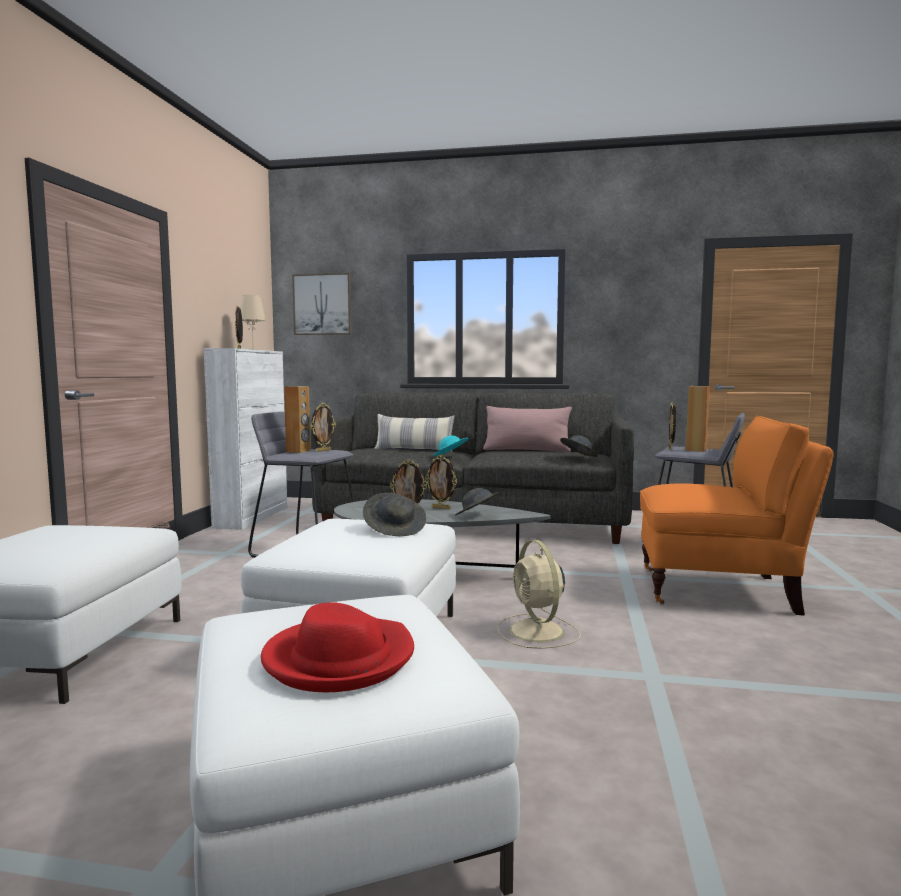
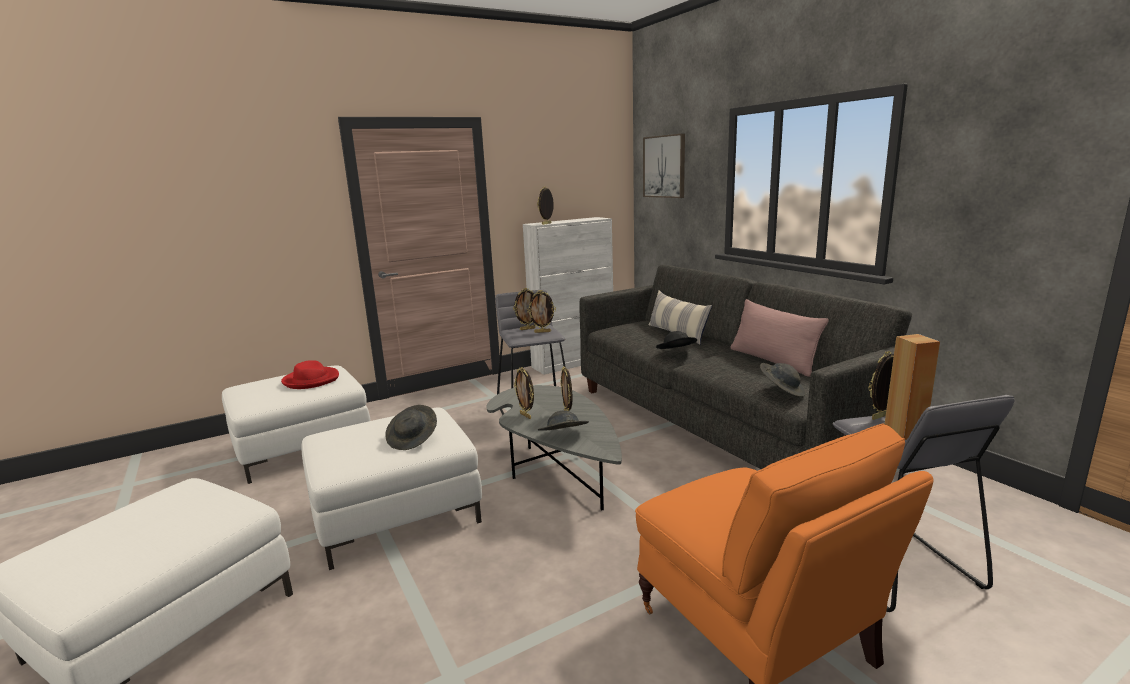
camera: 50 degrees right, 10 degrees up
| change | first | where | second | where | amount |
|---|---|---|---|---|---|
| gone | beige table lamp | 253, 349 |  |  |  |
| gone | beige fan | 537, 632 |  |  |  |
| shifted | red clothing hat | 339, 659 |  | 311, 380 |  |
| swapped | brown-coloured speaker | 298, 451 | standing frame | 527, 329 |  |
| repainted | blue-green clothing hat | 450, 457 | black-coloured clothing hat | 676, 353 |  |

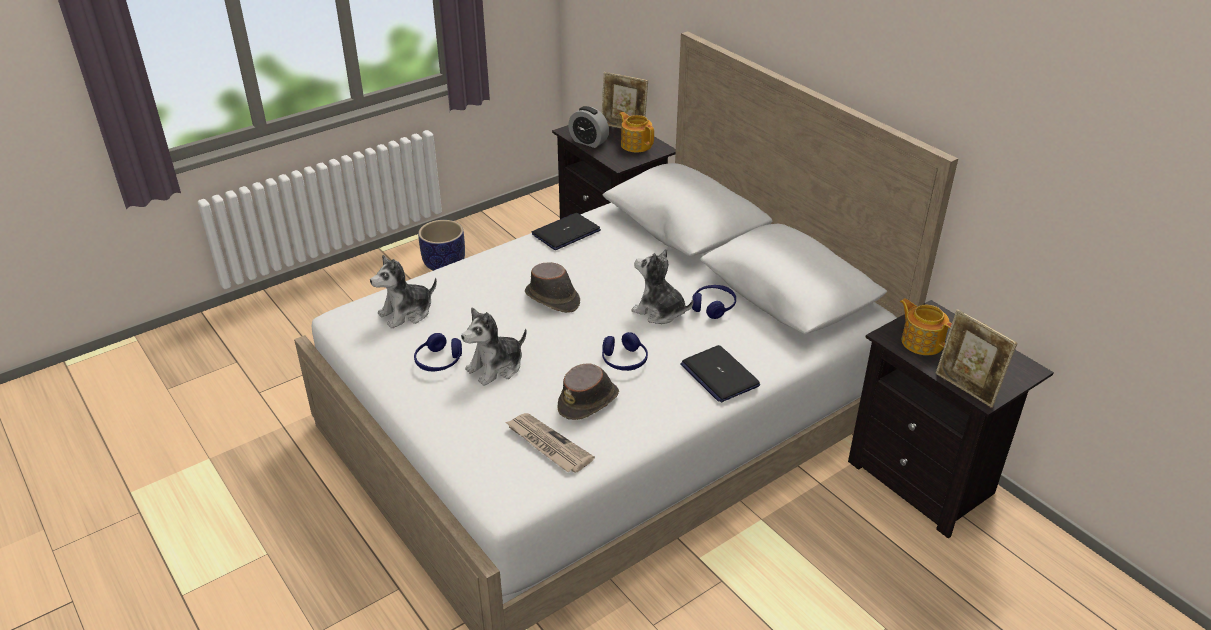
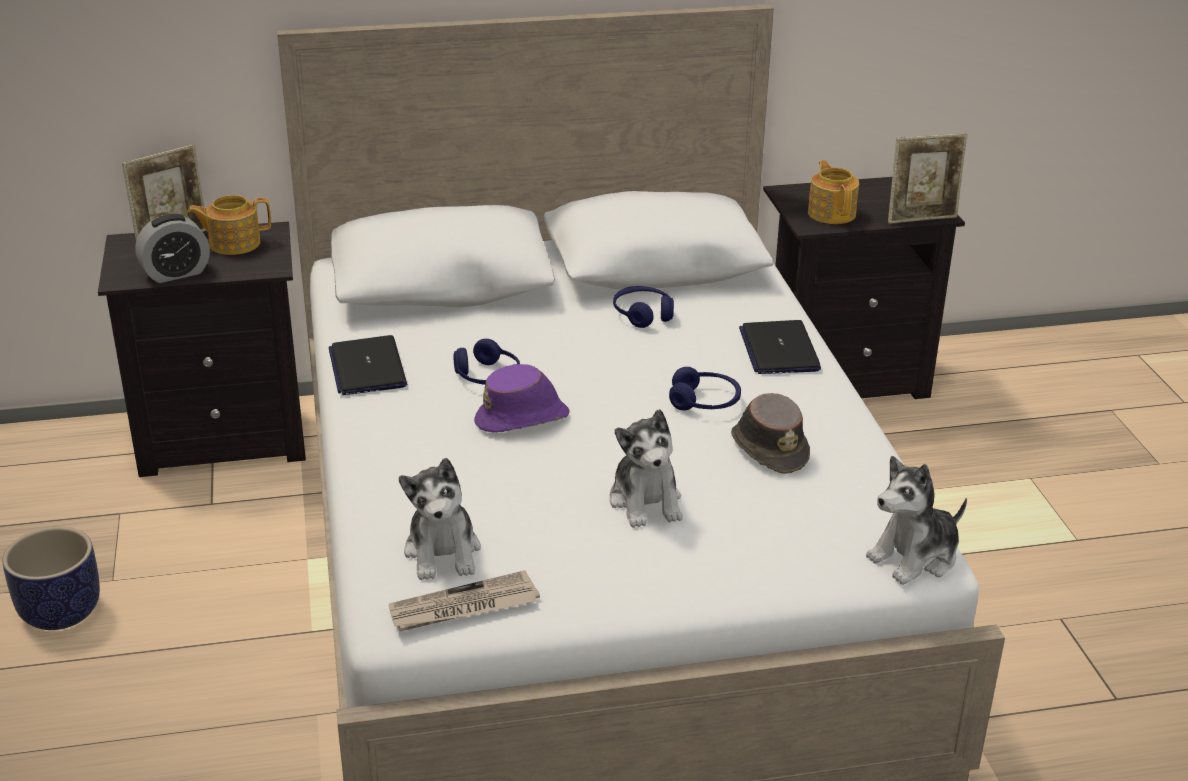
camera: 65 degrees left, 5 degrees down
| change | first | where | second | where | amount |
|---|---|---|---|---|---|
| shifted | blue headset | 439, 361 |  | 487, 377 |  |
| shifted | daily paper | 547, 445 |  | 463, 607 |  |
| shifted | cuddly toy | 659, 311 |  | 915, 557 |  |
| repainted | brown-coloured clothing hat | 552, 299 | purple clothing hat | 523, 419 |  |
| rotated | laptop | 719, 375 |  | 779, 349 | 90 degrees clockwise |
| rotated | tea pot | 921, 341 |  | 832, 213 | 90 degrees clockwise |

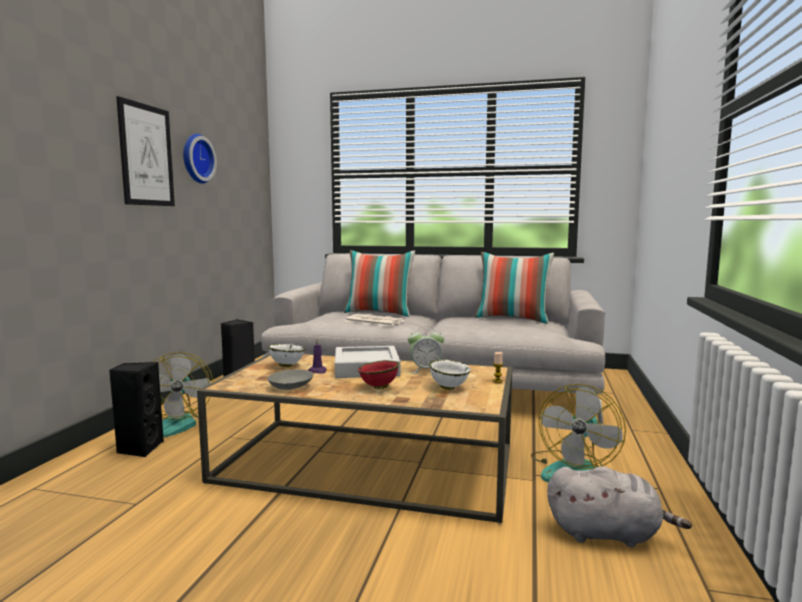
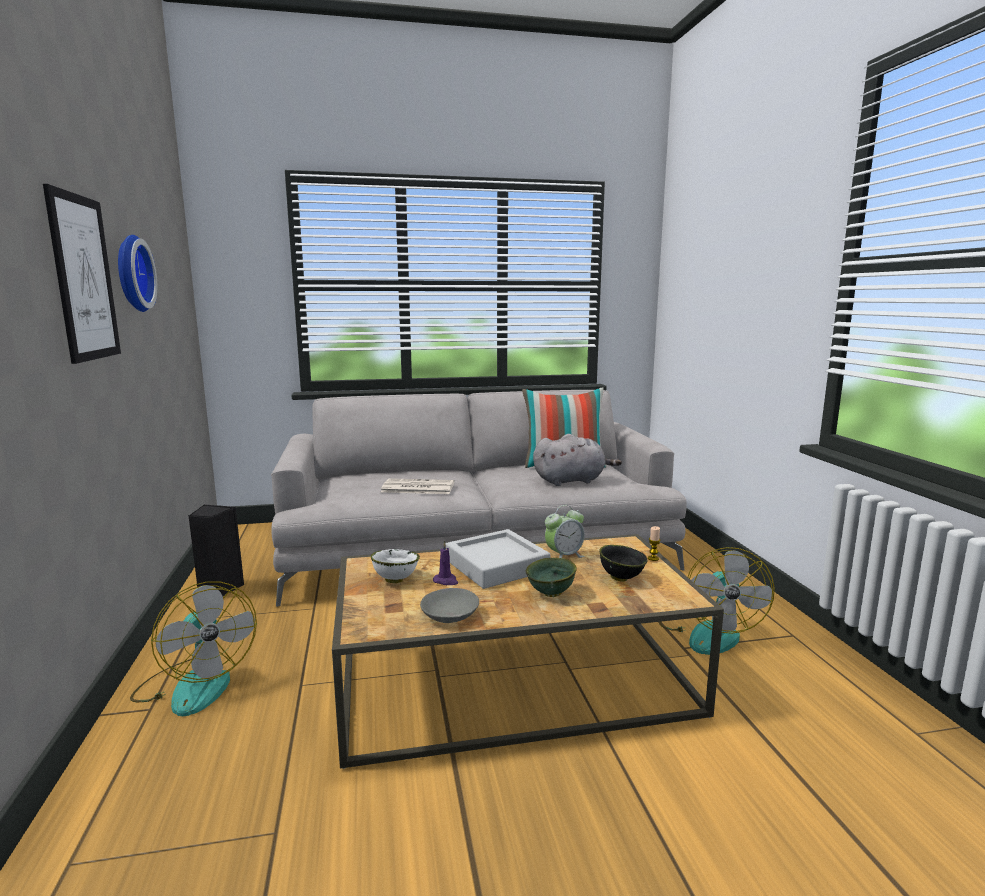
camera: 25 degrees left, 5 degrees up
| change | first | where | second | where | amount |
|---|---|---|---|---|---|
| gone | black-coloured speaker | 139, 448 |  |  |  |
| gone | throw pillow | 379, 313 |  |  |  |
| shifted | grey cuddly toy | 607, 534 |  | 572, 481 |  |
| repainted | red serving bowl | 379, 388 | green serving bowl | 551, 594 |  |
| repainted | white serving bowl | 449, 387 | black-coloured serving bowl | 621, 578 |  |

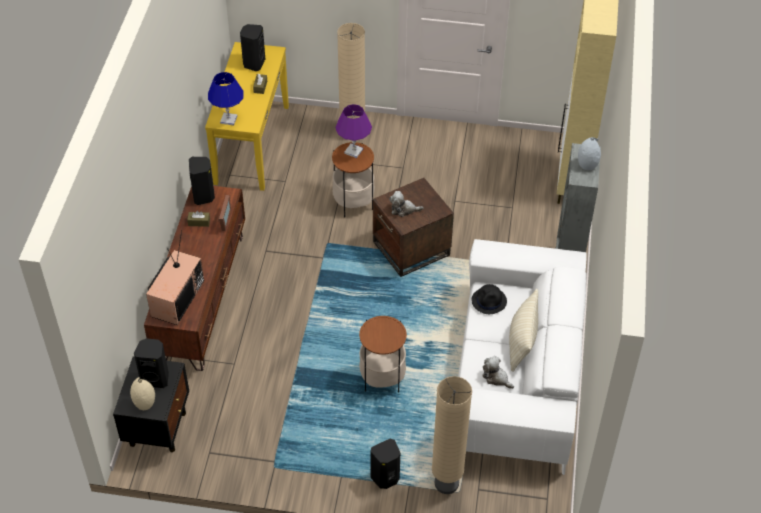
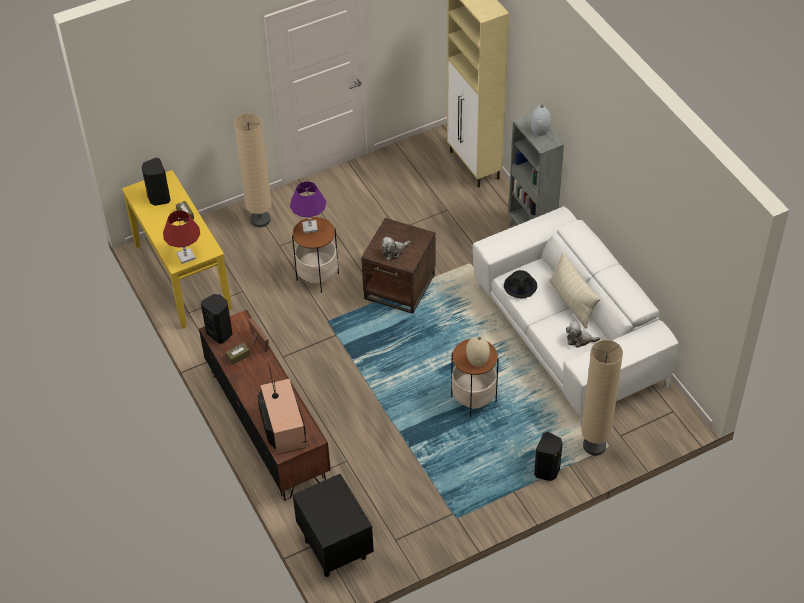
camera: 35 degrees left, 0 degrees up
| change | first | where | second | where | amount |
|---|---|---|---|---|---|
| gone | black-coloured speaker | 156, 378 |  |  |  |
| shifted | beige vase | 144, 403 |  | 478, 361 |  |
| repainted | blue table lamp | 228, 119 | red table lamp | 185, 256 |  |

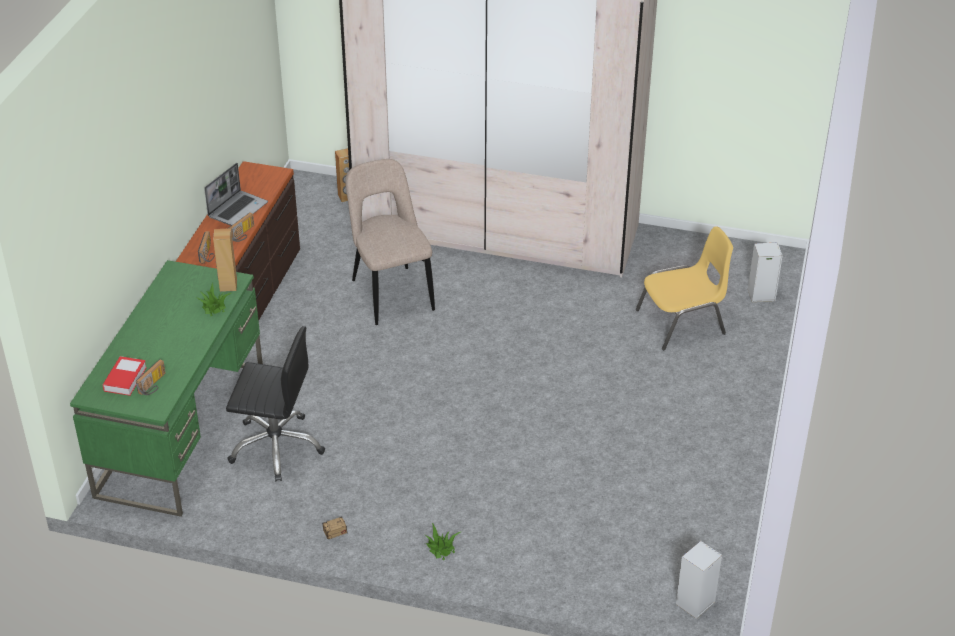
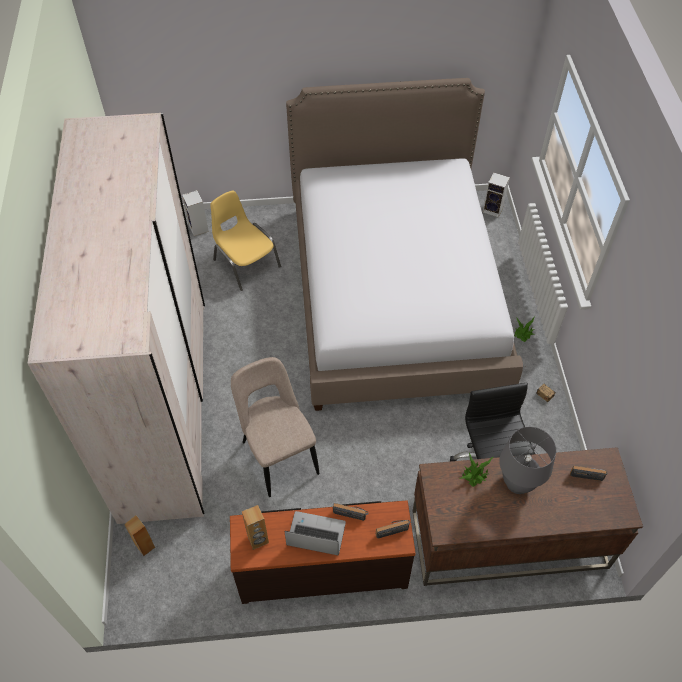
camera: 110 degrees left, 15 degrees up
| change | first | where | second | where | amount |
|---|---|---|---|---|---|
| gone | book | 125, 379 |  |  |  |
| new |  |  | bedroom bed | 395, 294 |  |
| new |  |  | grey table lamp | 518, 482 |  |
| shifted | brown-coloured speaker | 228, 285 |  | 258, 540 |  |
| repainted | green desk | 182, 430 | brown-coloured desk | 507, 539 |  |
| rotated | beige chair | 391, 293 |  | 278, 454 | 105 degrees clockwise |

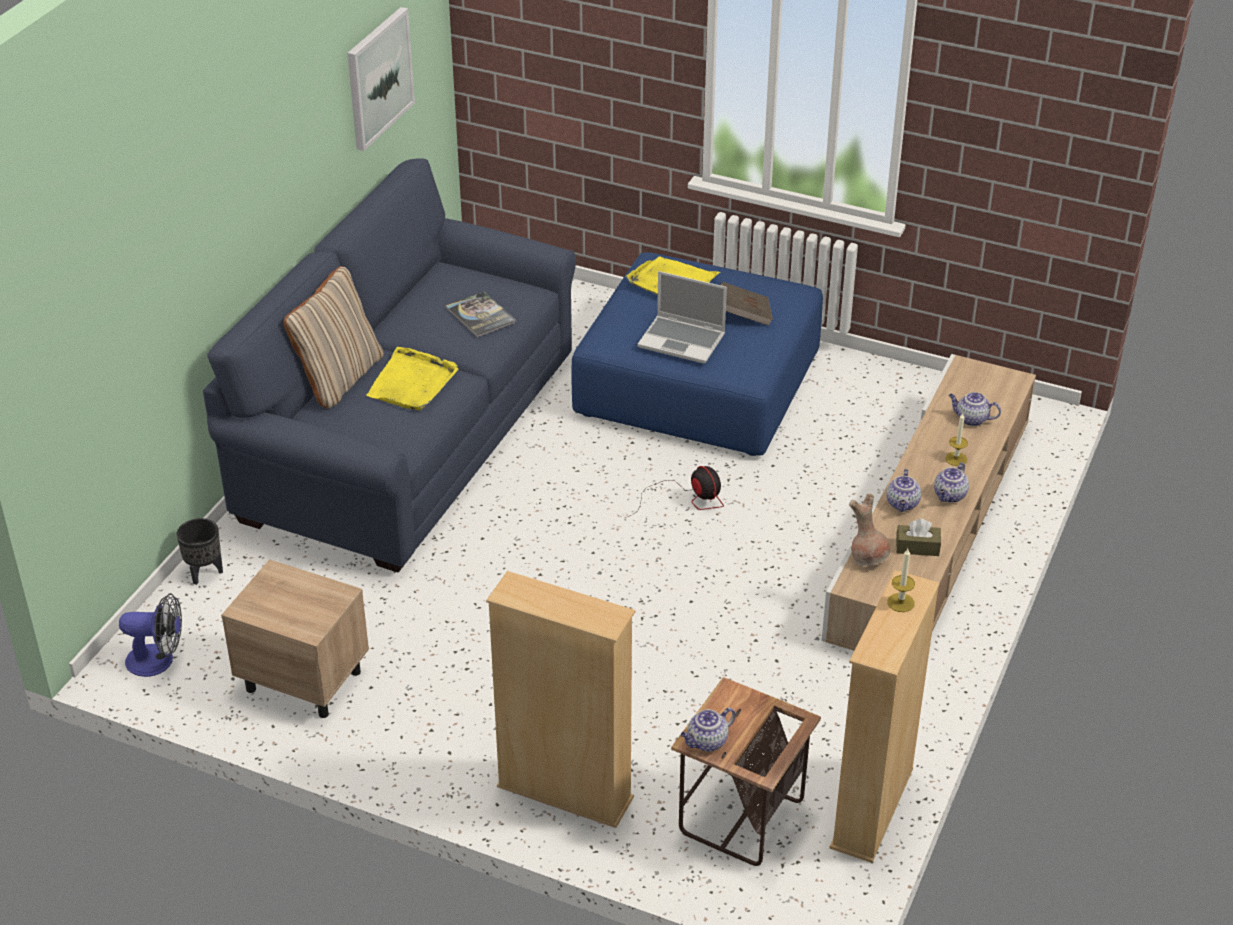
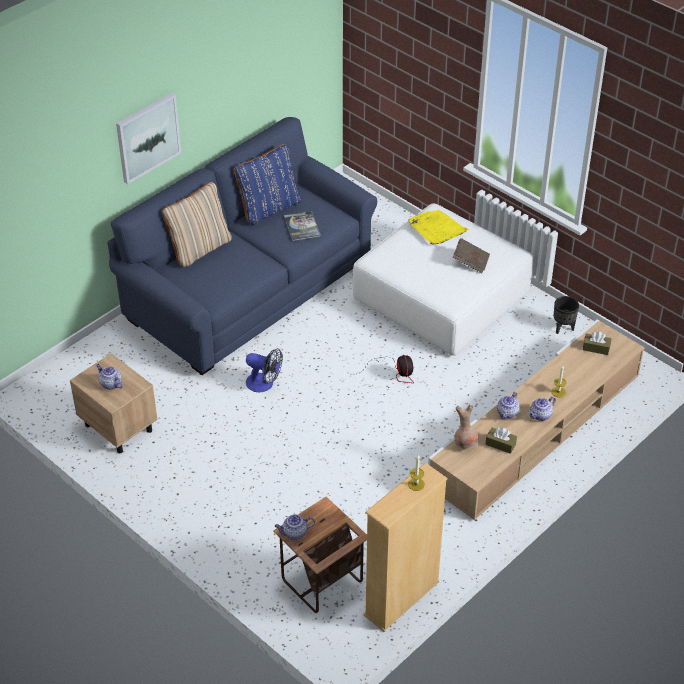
camera: 20 degrees right, 5 degrees up
| change | first | where | second | where | amount |
|---|---|---|---|---|---|
| gone | yellow-coloured serving tray | 412, 383 |  |  |  |
| gone | beige shelving unit | 565, 793 |  |  |  |
| gone | laptop | 683, 341 |  |  |  |
| new |  |  | blue throw pillow | 268, 208 |  |
| new |  |  | brown-coloured tissue box | 596, 348 |  |
| shifted | fan | 158, 660 |  | 264, 384 |  |
| shifted | black-coloured flower pot | 204, 572 |  | 563, 328 |  |
| shifted | wall picture | 378, 78 |  | 147, 137 |  |
| shifted | tea pot | 971, 419 |  | 110, 384 |  |
| repainted | blue pouffe | 699, 382 | white pouffe | 442, 296 |  |

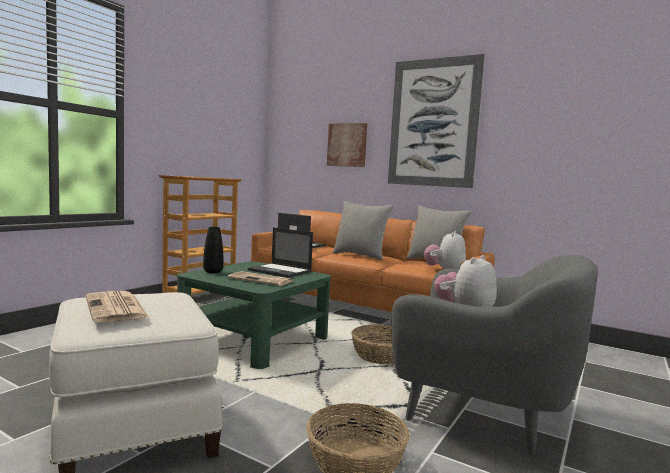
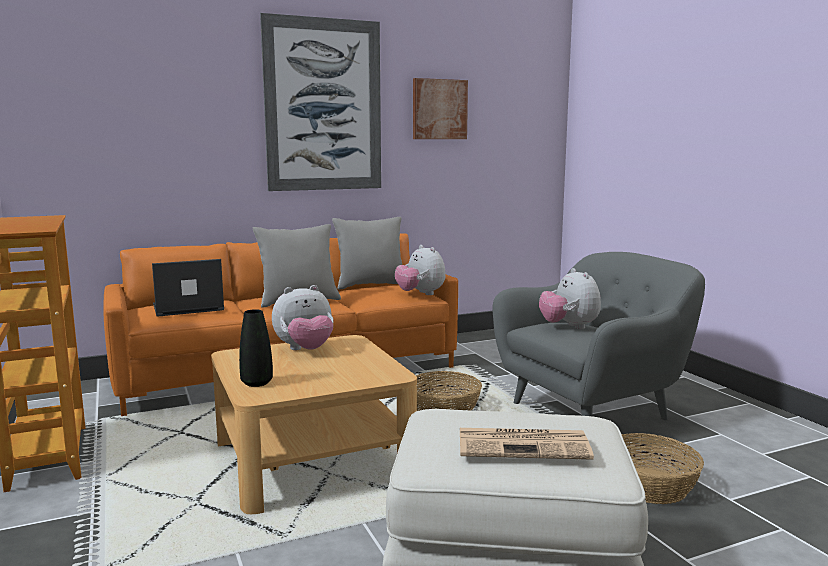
camera: 55 degrees left, 5 degrees up
| change | first | where | second | where | amount |
|---|---|---|---|---|---|
| gone | daily paper | 261, 280 |  |  |  |
| shifted | wall picture | 347, 145 |  | 439, 109 |  |
| swapped | laptop | 280, 271 | cuddly toy | 305, 350 |  |
| repainted | green low table | 255, 340 | beige low table | 312, 459 |  |

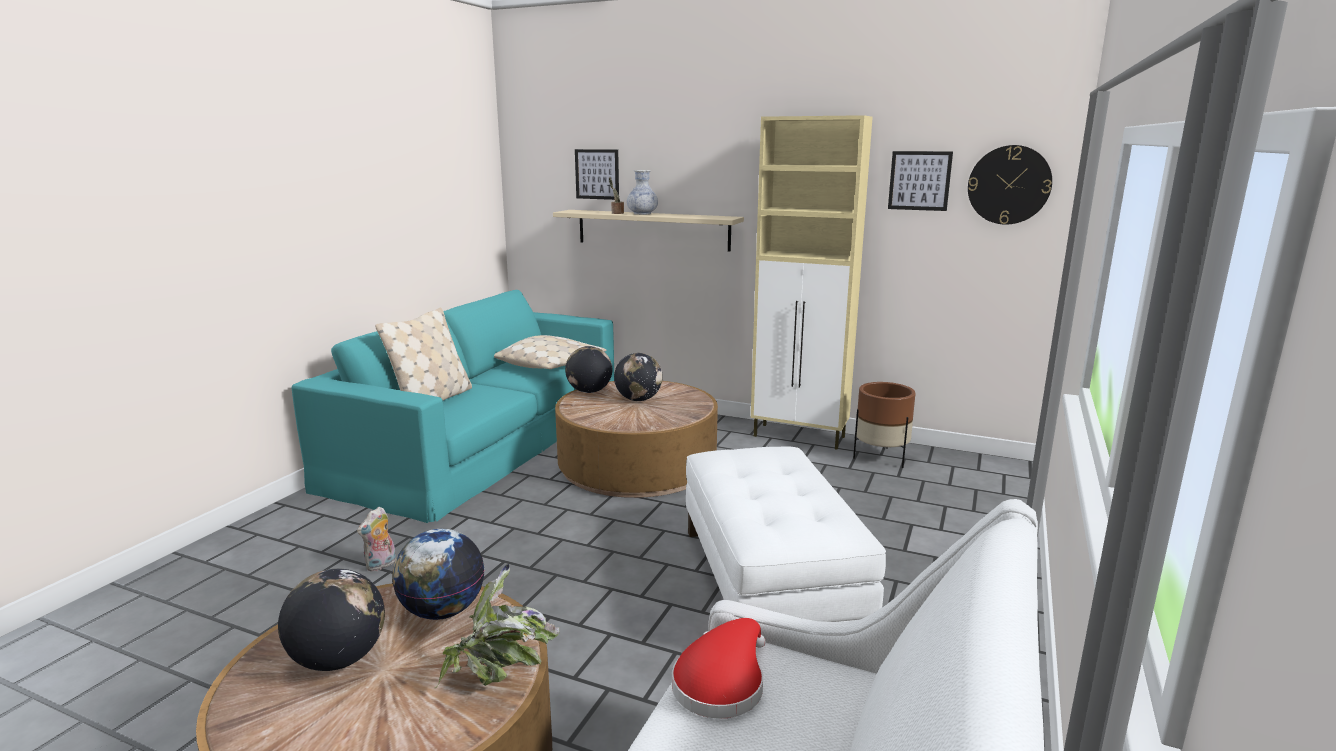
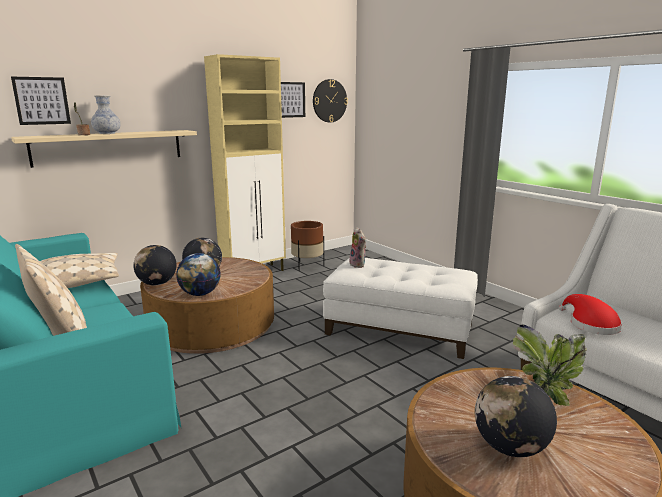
camera: 60 degrees left, 0 degrees up
| change | first | where | second | where | amount |
|---|---|---|---|---|---|
| shifted | cuddly toy | 381, 565 |  | 358, 265 |  |
| shifted | desk globe | 442, 611 |  | 200, 294 |  |

